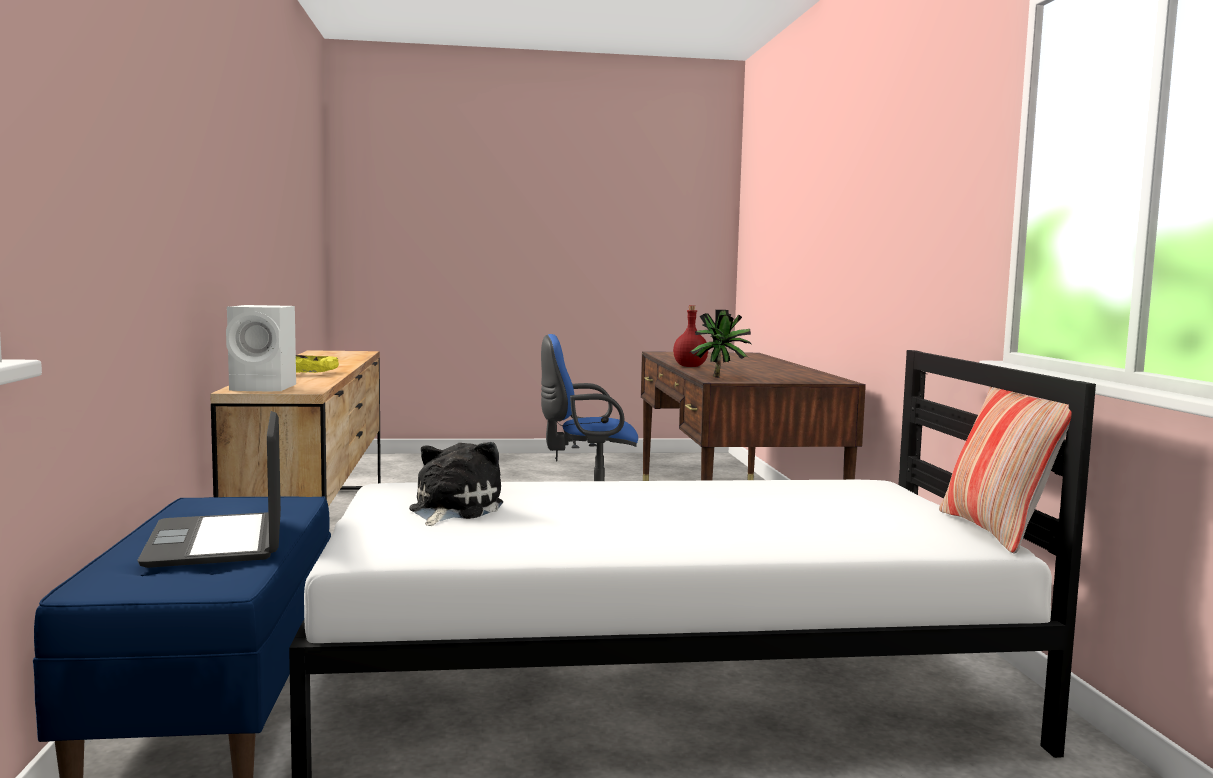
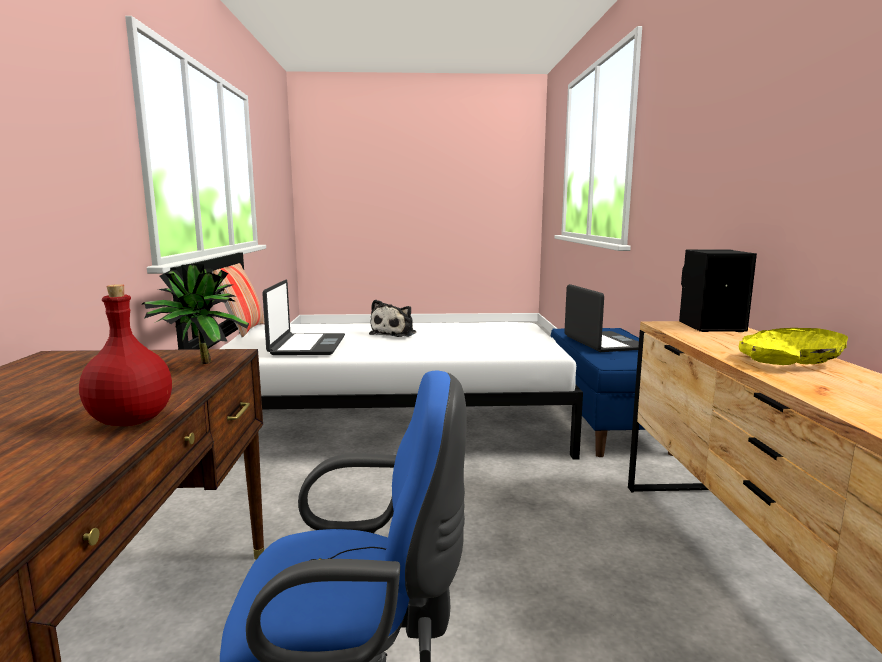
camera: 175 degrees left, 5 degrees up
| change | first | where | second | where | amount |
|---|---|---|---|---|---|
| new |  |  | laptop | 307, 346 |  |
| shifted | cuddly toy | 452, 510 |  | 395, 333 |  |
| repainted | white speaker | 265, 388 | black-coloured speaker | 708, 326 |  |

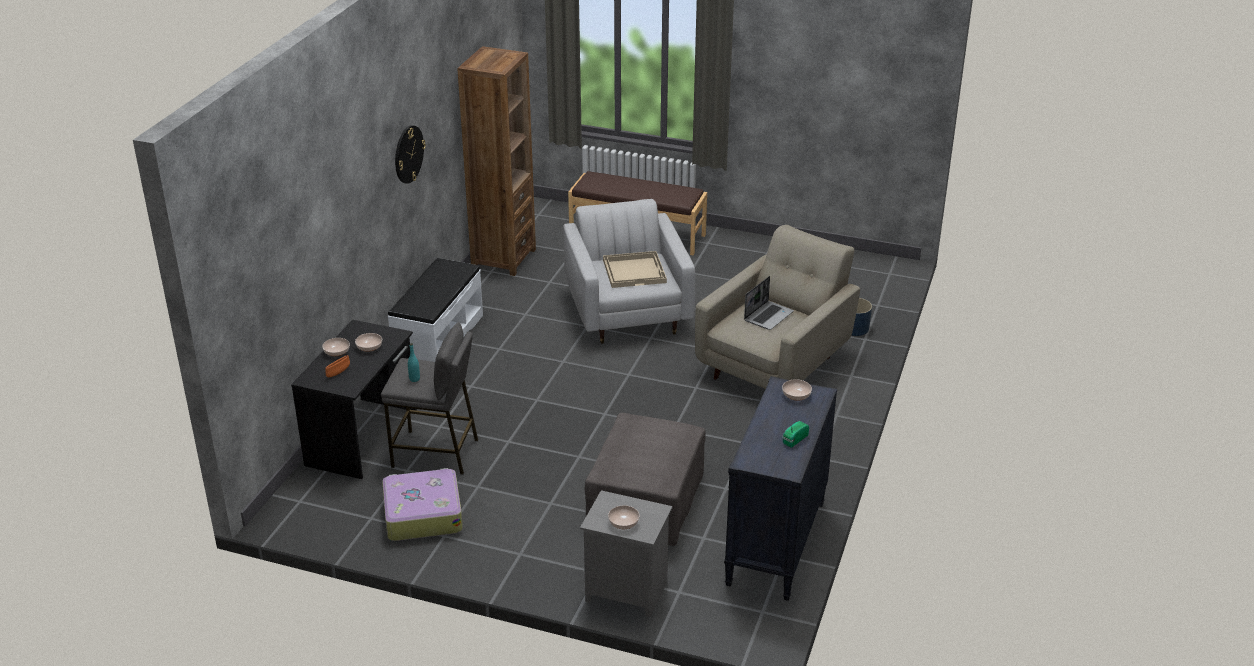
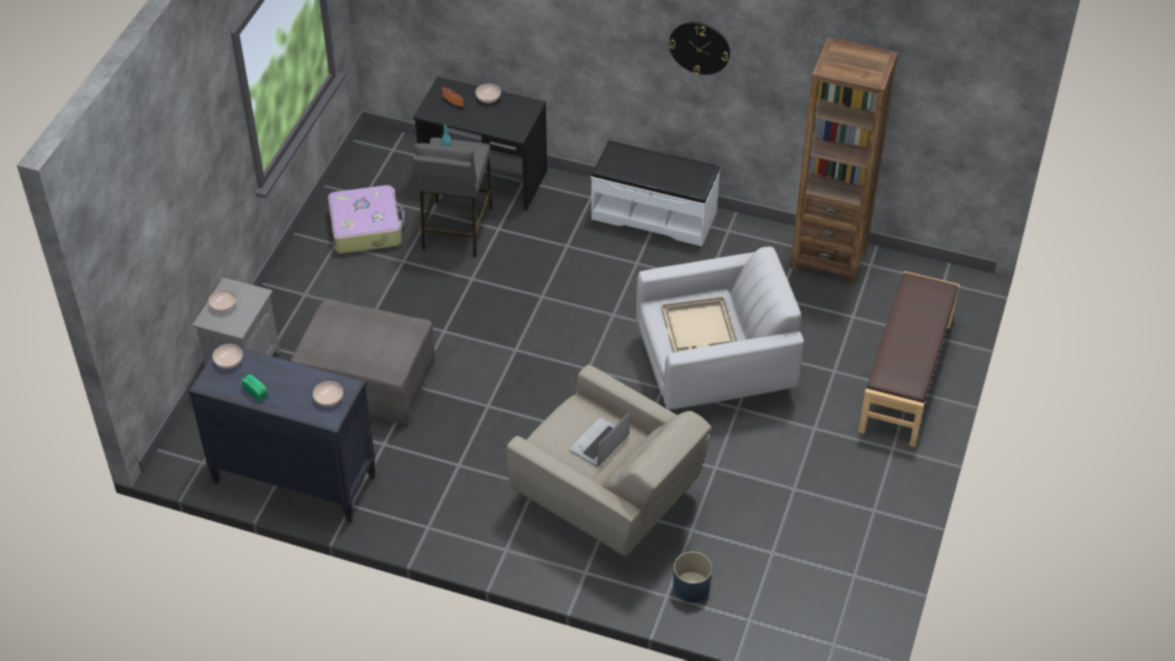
camera: 90 degrees right, 15 degrees up
| change | first | where | second | where | amount |
|---|---|---|---|---|---|
| shifted | serving bowl | 369, 347 |  | 229, 360 |  |
| rotated | laptop | 768, 316 |  | 599, 444 | 90 degrees clockwise |

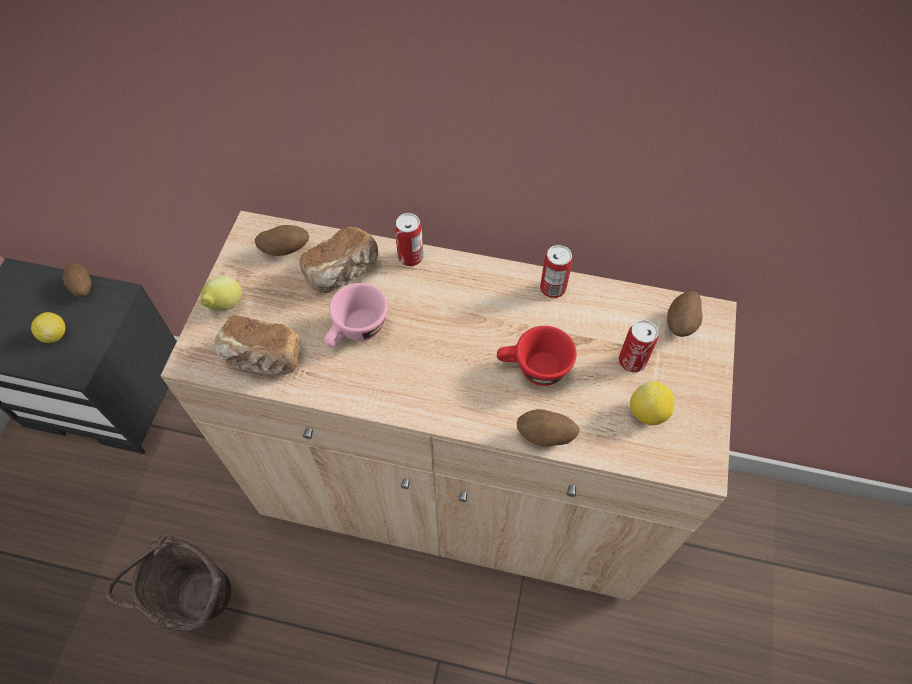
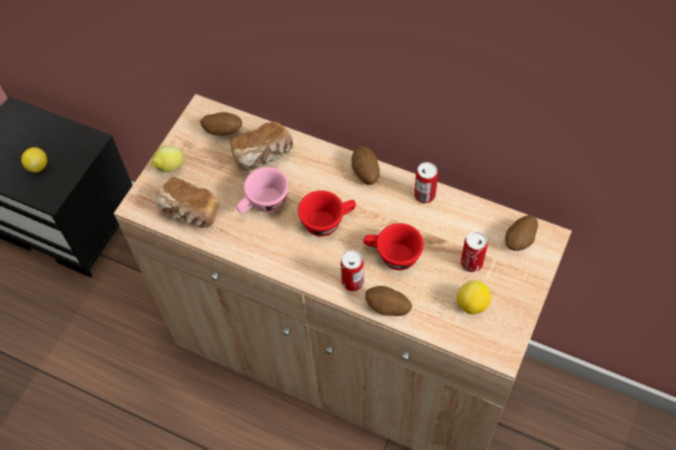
camera: 15 degrees right, 0 degrees up
| change | first | where | second | where | amount |
|---|---|---|---|---|---|
| gone | brown-coloured pail | 197, 603 |  |  |  |
| new |  |  | red cup | 328, 221 |  |
| shifted | potato | 82, 287 |  | 365, 173 |  |
| shifted | sealed can | 410, 257 |  | 352, 282 |  |

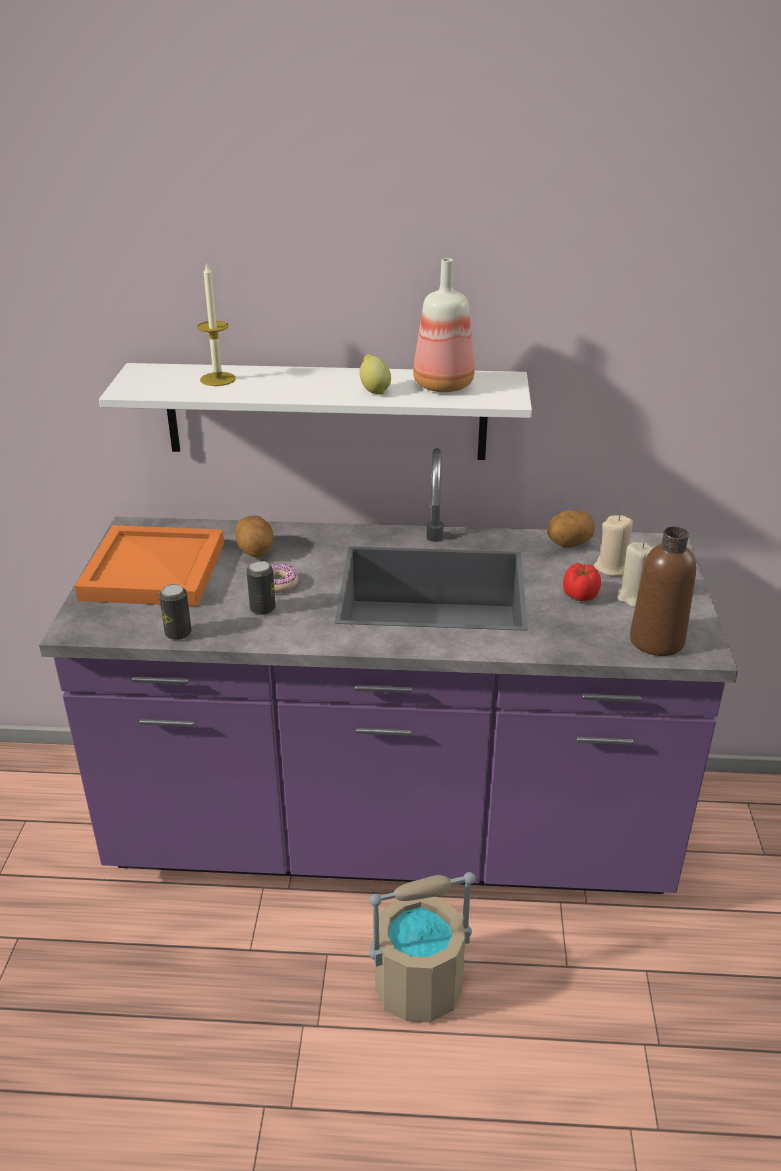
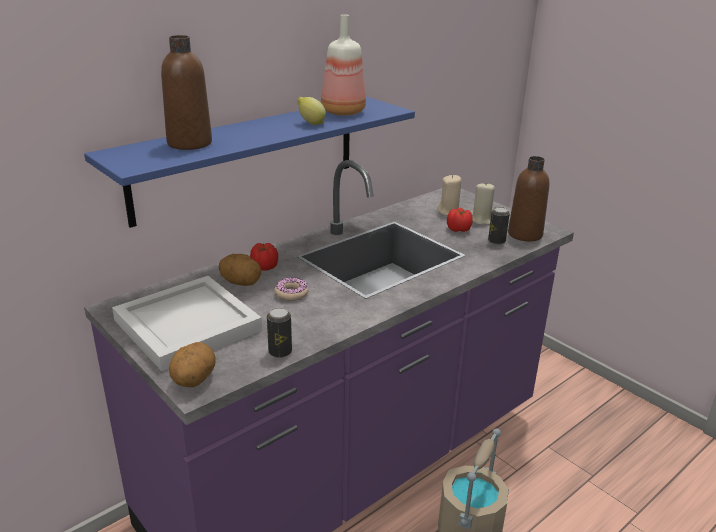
camera: 45 degrees left, 5 degrees down
| change | first | where | second | where | amount |
|---|---|---|---|---|---|
| new |  |  | tomato | 264, 267 |  |
| shifted | sealed can | 262, 609 |  | 496, 241 |  |
| shifted | potato | 568, 544 |  | 193, 380 |  |
| swapped | candle | 218, 379 | brown-coloured bottle | 189, 143 |  |
| repainted | orange-coloured serving tray | 152, 569 | white serving tray | 185, 325 |  |
| repainted | white wall shelf | 326, 411 | blue wall shelf | 248, 158 |  |

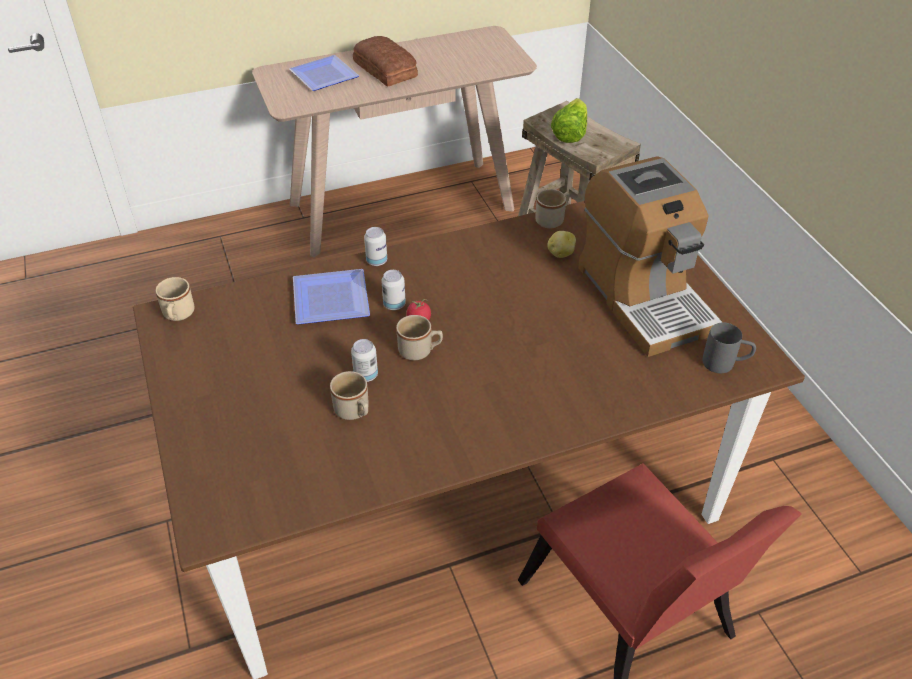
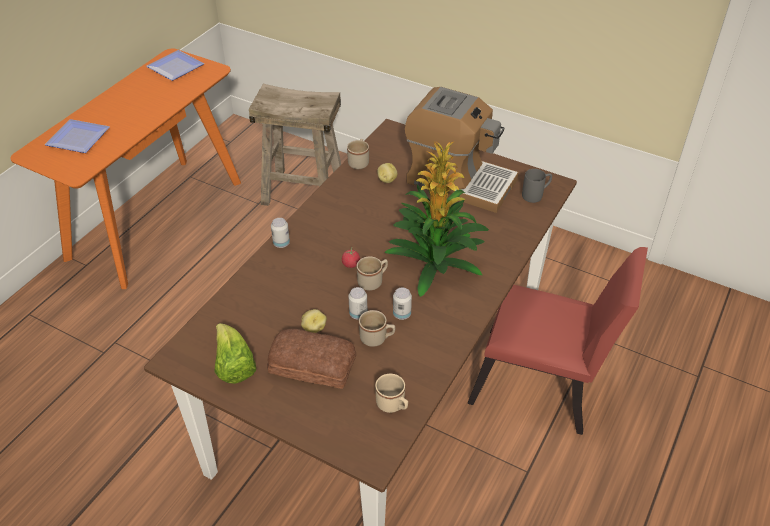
camera: 40 degrees left, 0 degrees up
| change | first | where | second | where | amount |
|---|---|---|---|---|---|
| new |  |  | potato | 313, 328 |  |
| new |  |  | houseplant | 436, 261 |  |
| shifted | beige tea mug | 178, 315 |  | 393, 405 |  |
| shifted | dinner plate | 328, 298 |  | 173, 67 |  |
| shifted | bakery bread | 385, 68 |  | 312, 363 |  |
| shifted | sealed can | 394, 305 |  | 402, 314 |  |
| shifted | lettuce head | 570, 133 |  | 234, 366 |  |
| repainted | beige hall table | 401, 206 | orange-coloured hall table | 156, 218 |  |

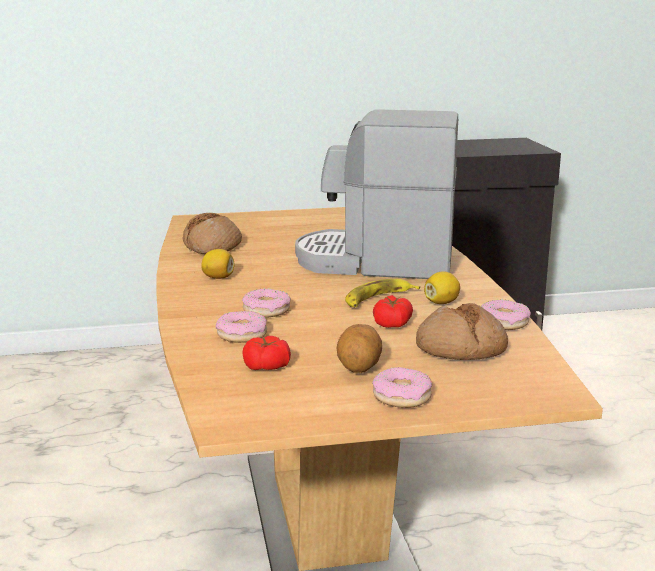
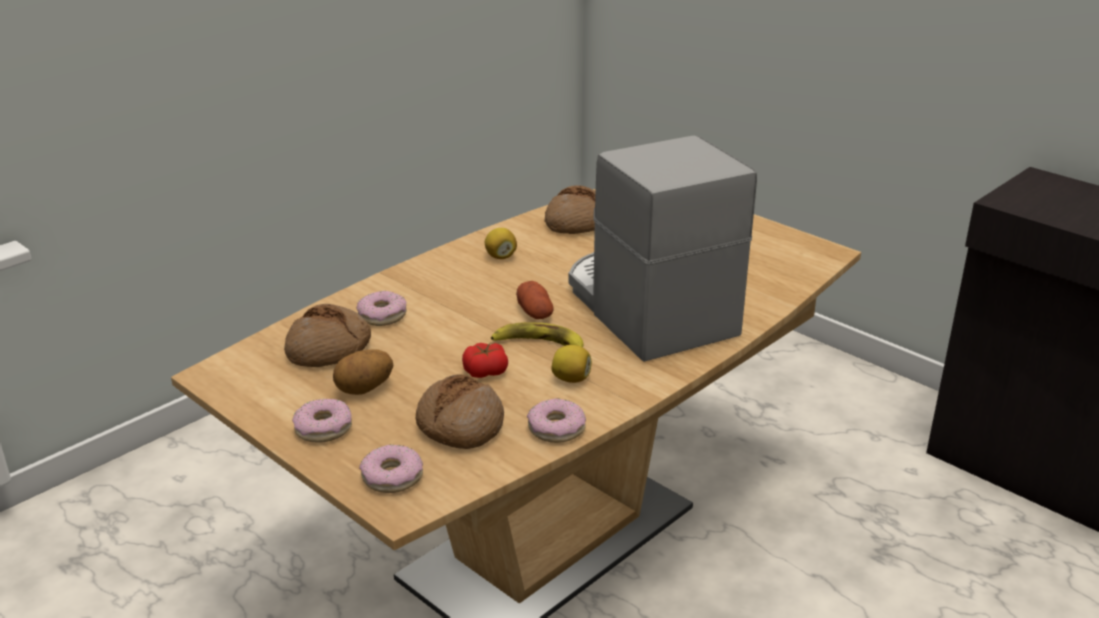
camera: 55 degrees right, 10 degrees up
| change | first | where | second | where | amount |
|---|---|---|---|---|---|
| new |  |  | potato | 535, 312 |  |
| shifted | ring doughnut | 266, 310 |  | 392, 477 |  |
| swapped | tomato | 267, 366 | bakery bread | 329, 349 |  |

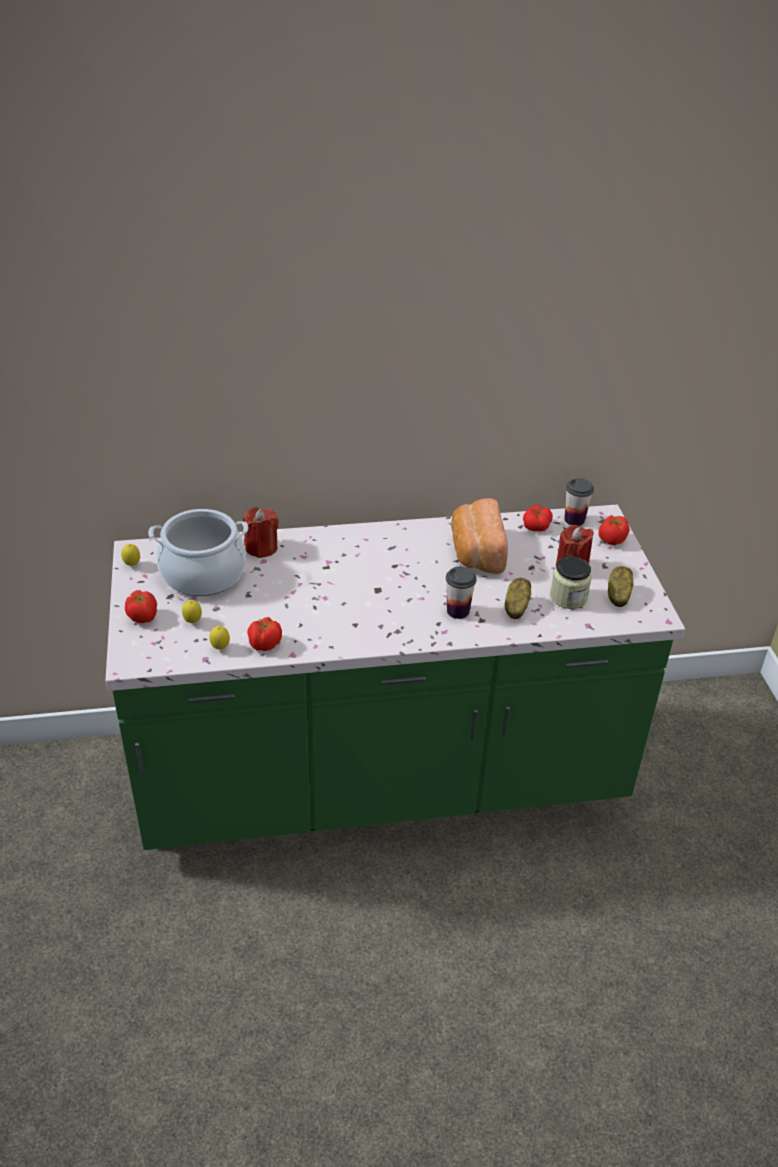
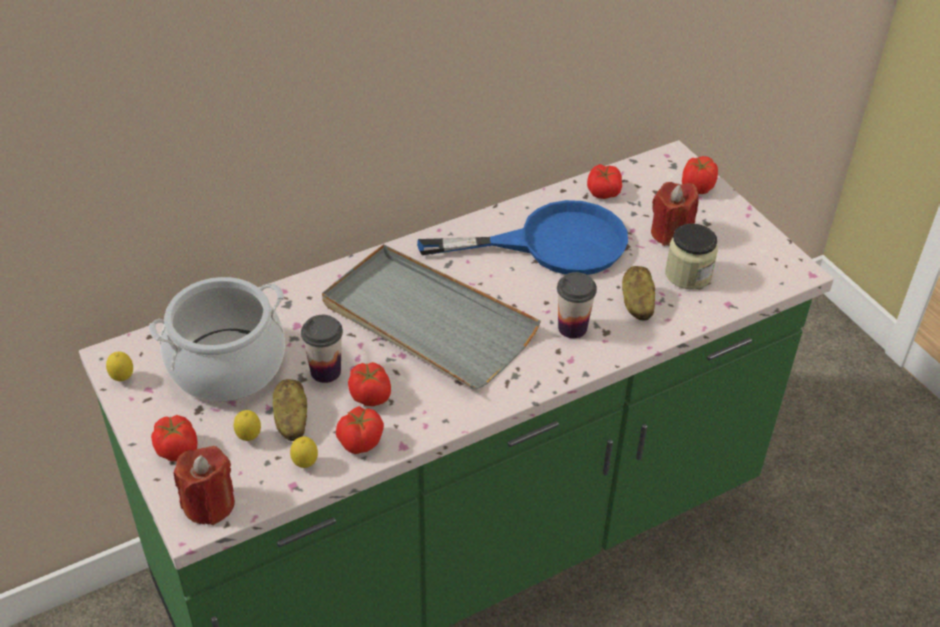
camera: 20 degrees left, 5 degrees up
| change | first | where | second | where | amount |
|---|---|---|---|---|---|
| new |  |  | grey serving tray | 427, 321 |  |
| new |  |  | tomato | 370, 396 |  |
| shifted | red candle | 261, 548 |  | 209, 504 |  |
| shifted | cup | 574, 520 |  | 325, 371 |  |
| shifted | potato | 617, 596 |  | 291, 421 |  |
| swapped | bakery bread | 475, 552 | blue skillet | 552, 244 |  |

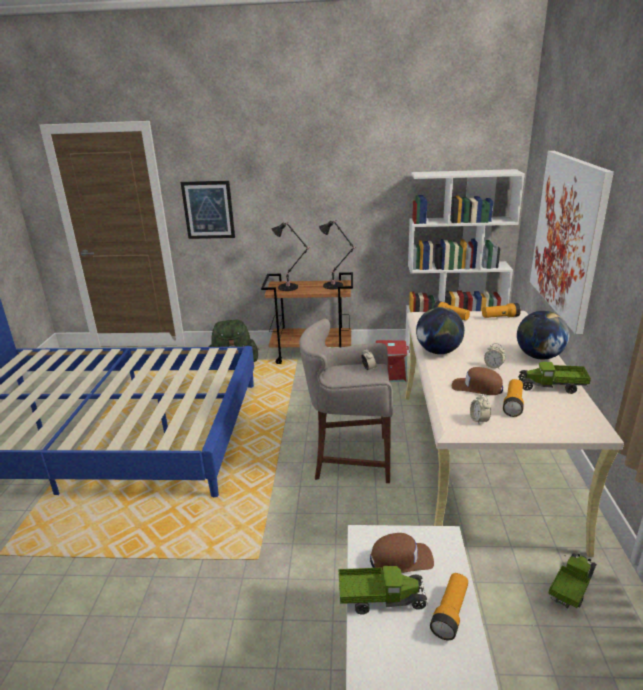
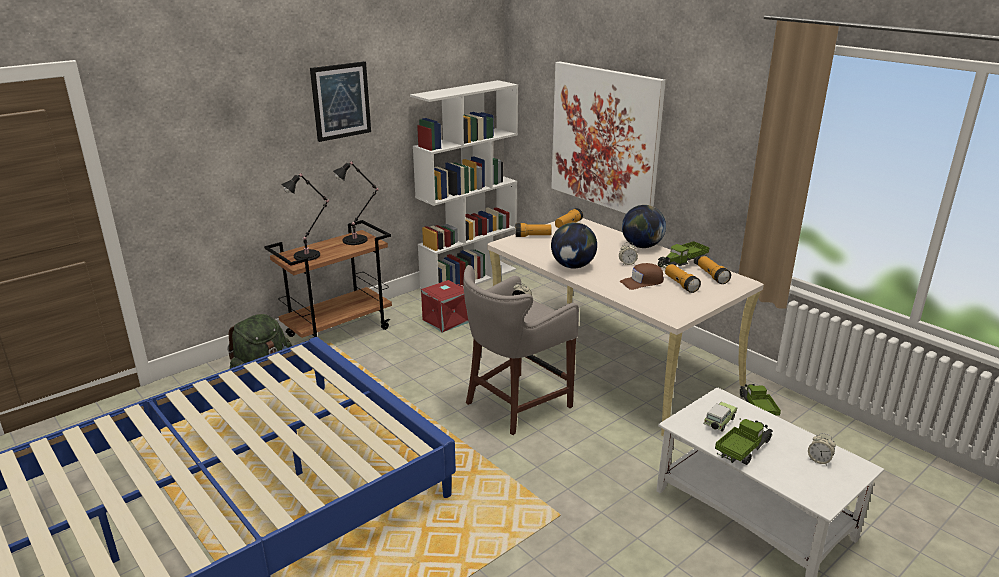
camera: 45 degrees left, 0 degrees up
| change | first | where | second | where | amount |
|---|---|---|---|---|---|
| shifted | wall picture | 208, 210 |  | 341, 101 |  |
| shifted | torch | 450, 613 |  | 712, 276 |  |
| shifted | bedside clock | 479, 420 |  | 819, 460 |  |
| swapped | brown-coloured baseball cap | 401, 559 | toy car | 719, 423 |  |

